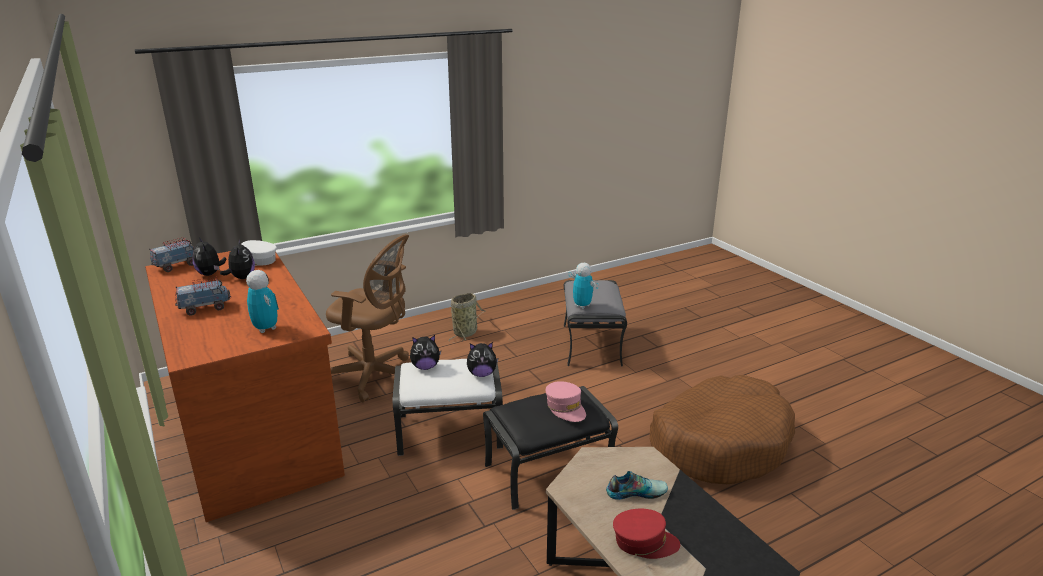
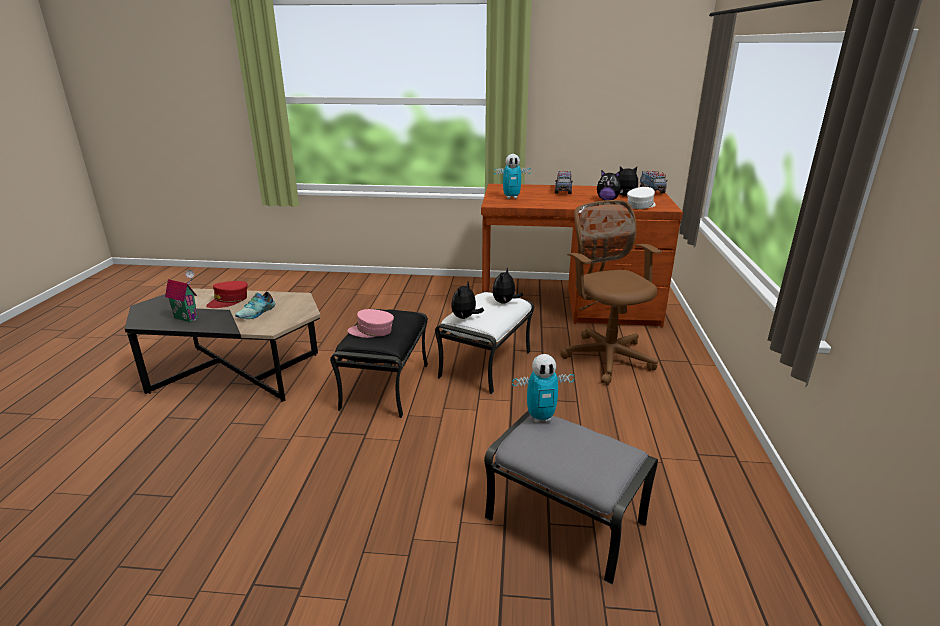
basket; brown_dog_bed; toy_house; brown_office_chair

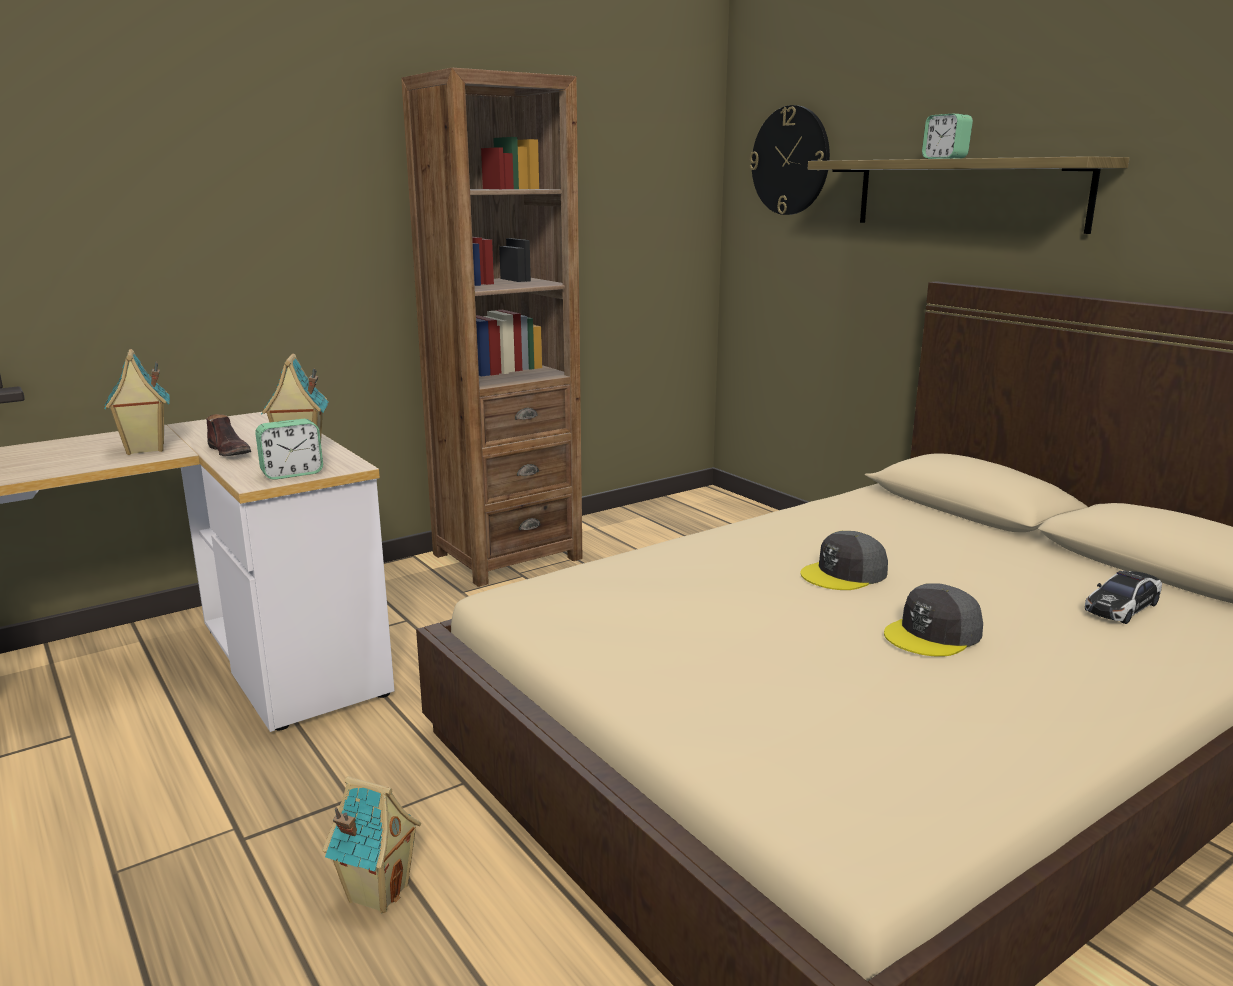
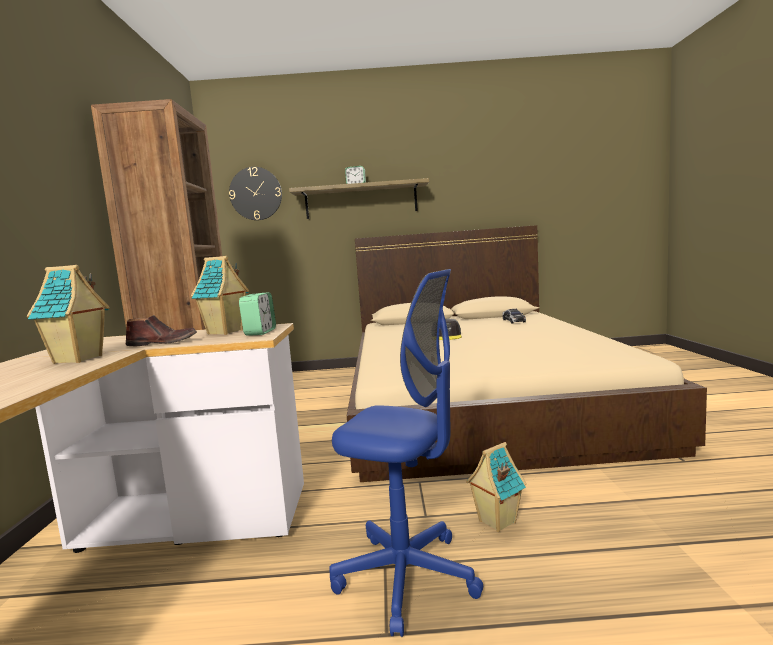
grey_cap (2nd from left in the first image); blue_office_chair

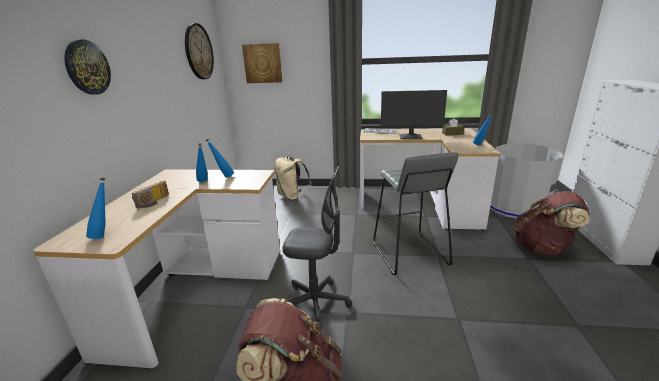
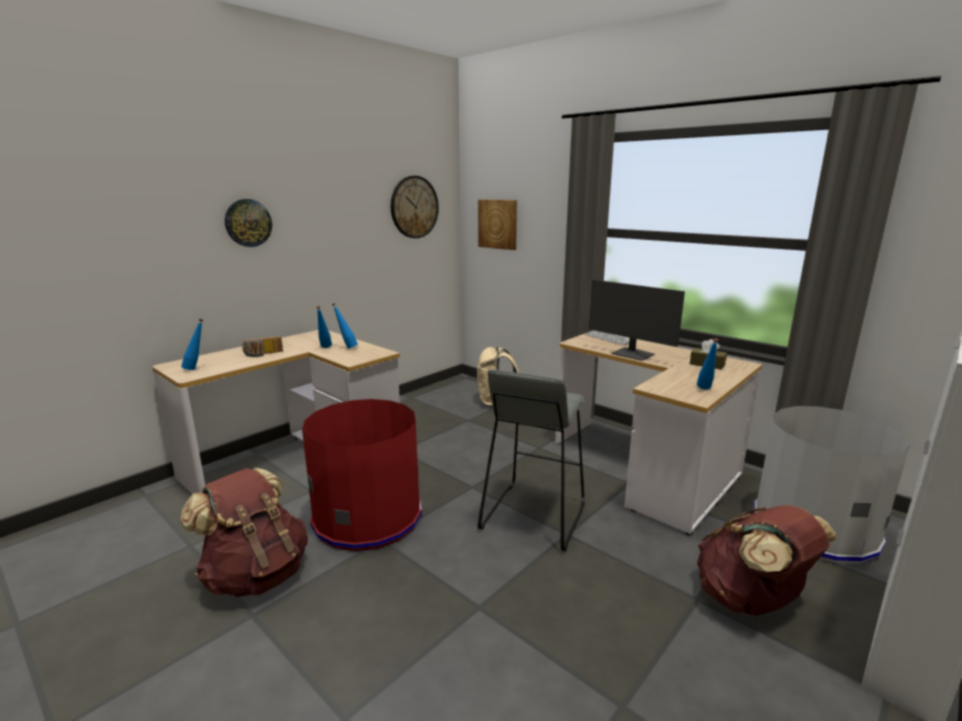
red_trash_can

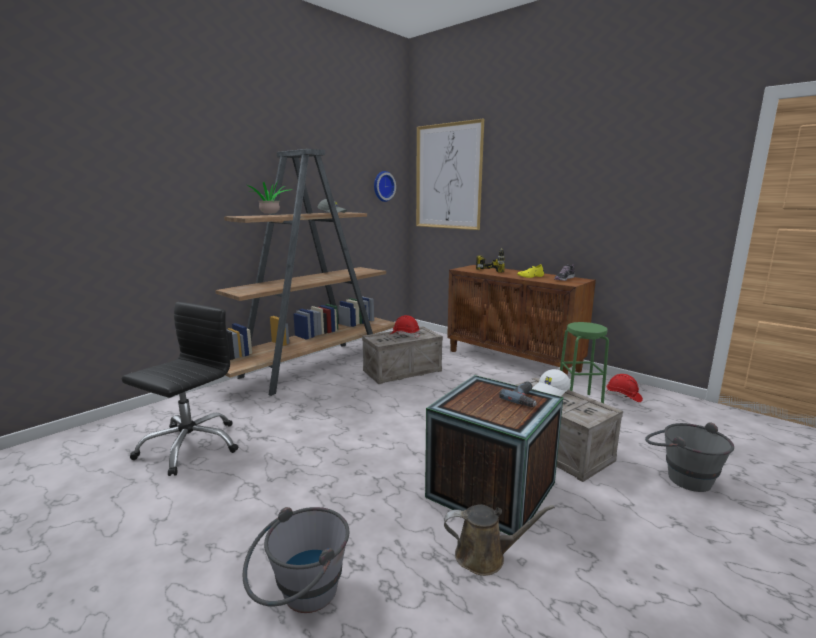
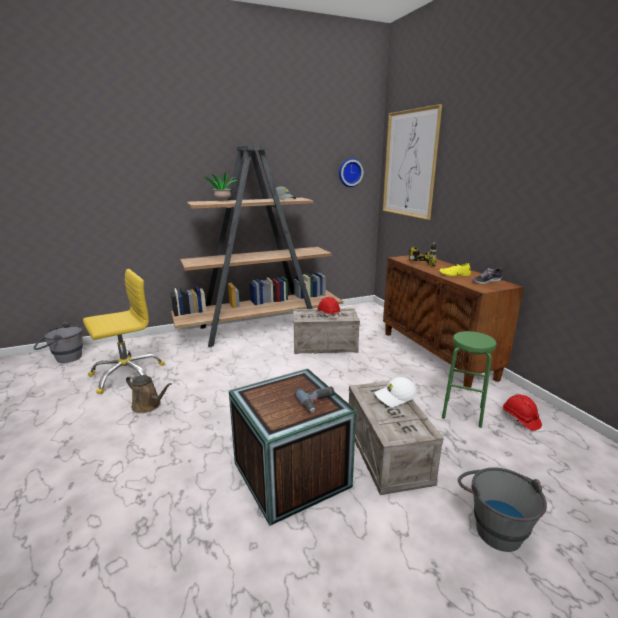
grey_bucket (1st from left); brown_watering_can; yellow_office_chair

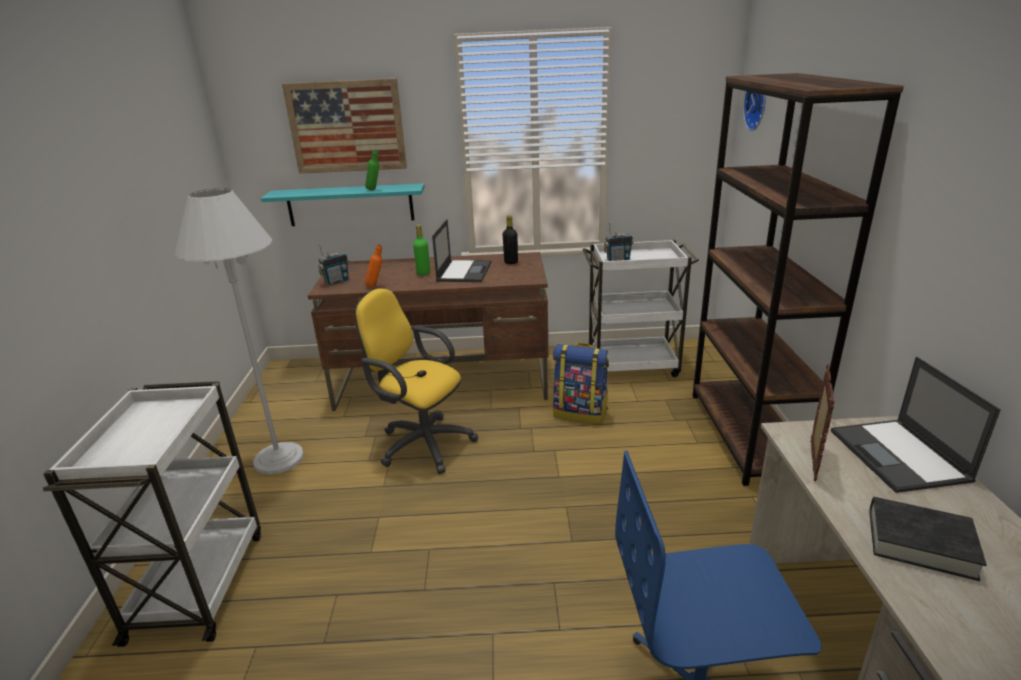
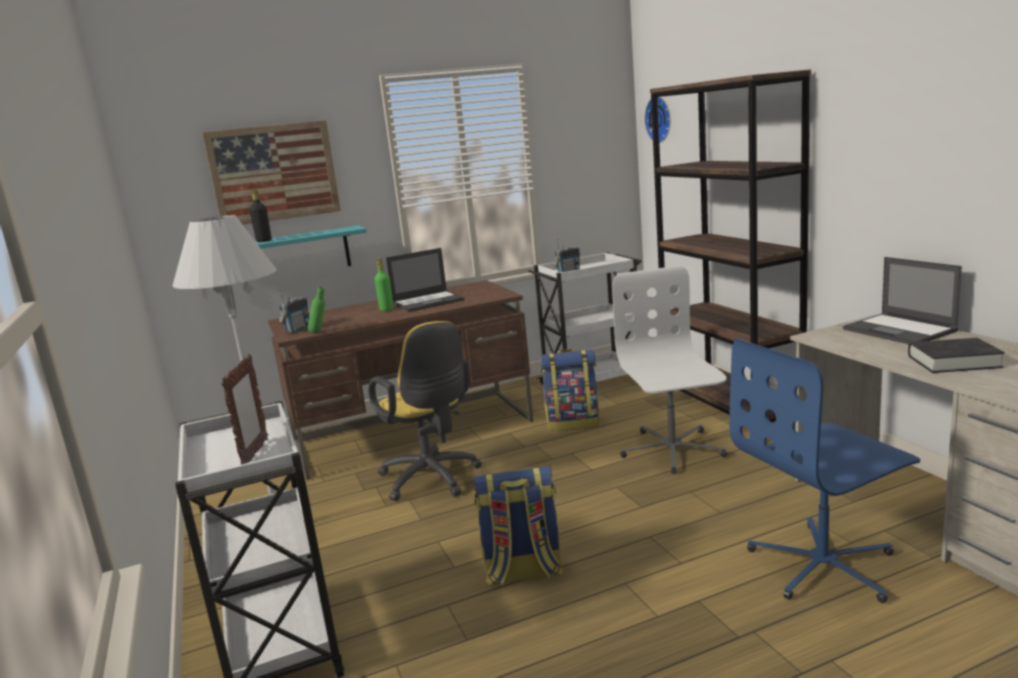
orange_bottle; backpack (1st from left); white_office_chair; green_bottle (1st from left); black_bottle; picture_frame; yellow_office_chair; laptop (1st from left)

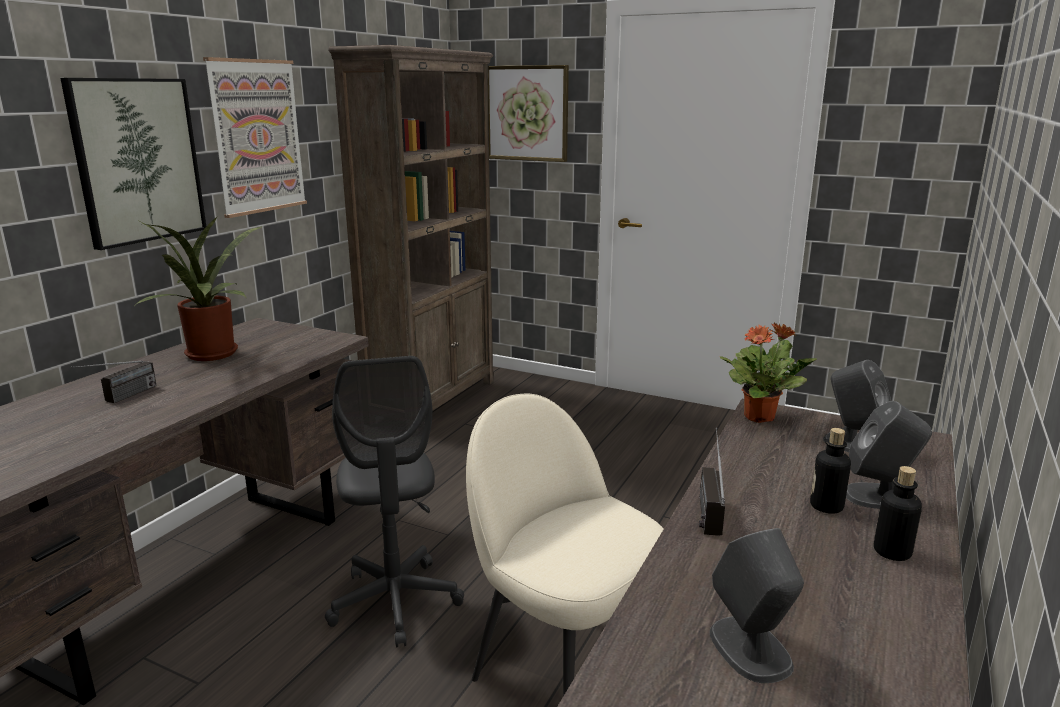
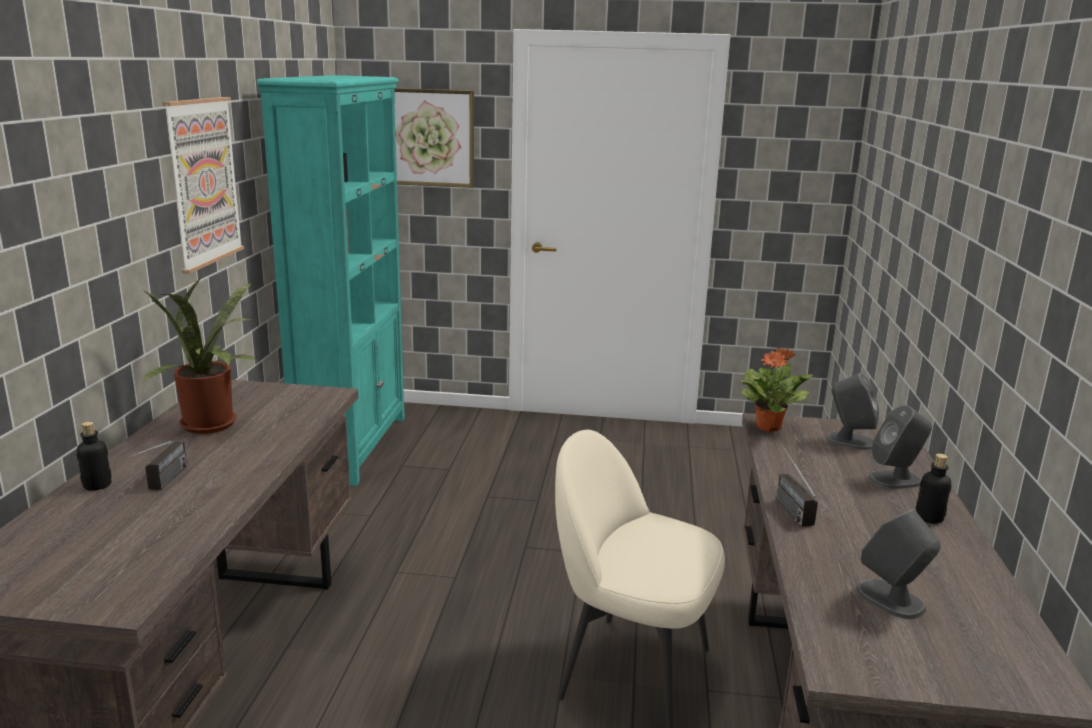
picture (1st from left in the first image); grey_office_chair; bottle (1st from left); turquoise_bookcase

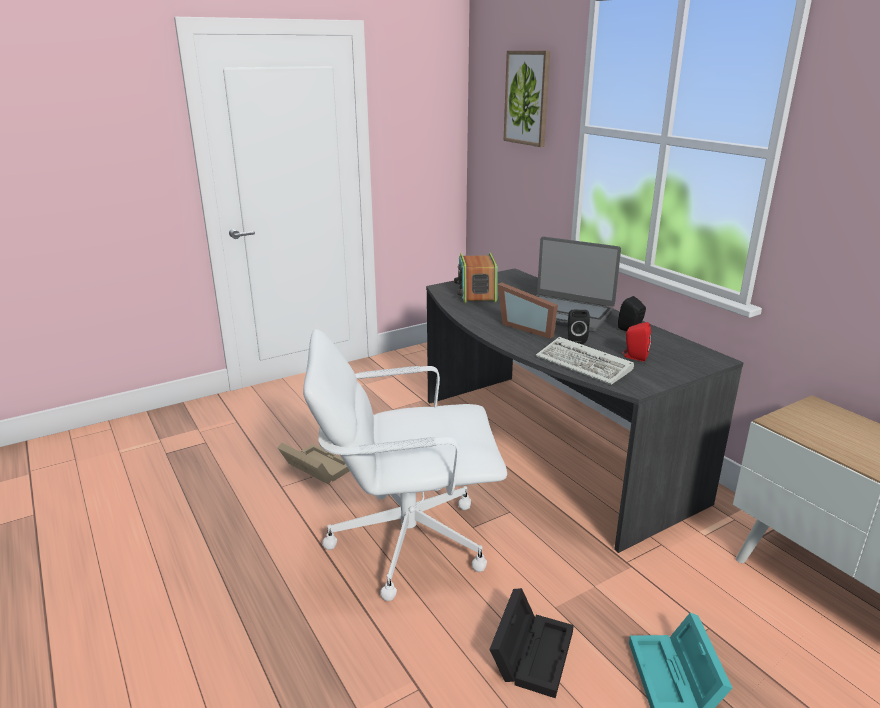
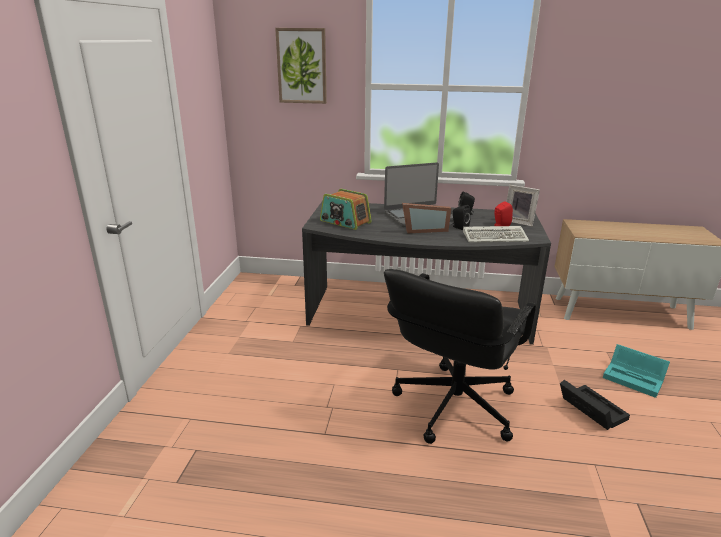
beige_storage_box; picture_frame (2nd from left); black_office_chair

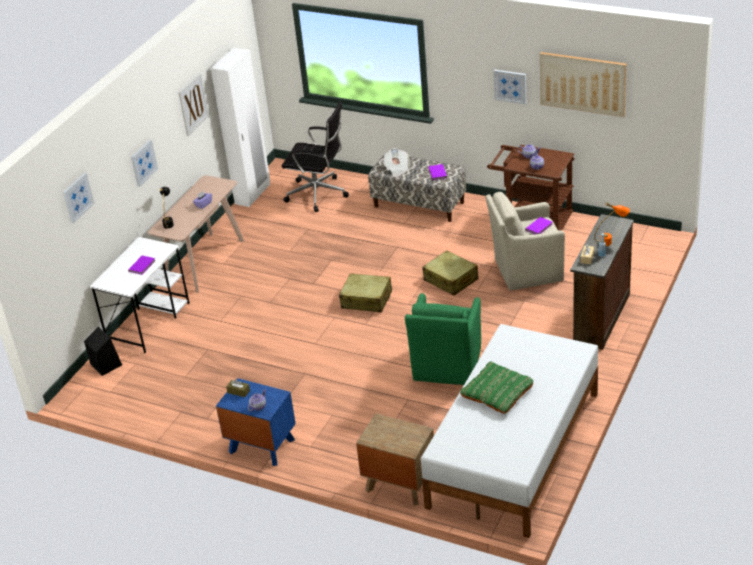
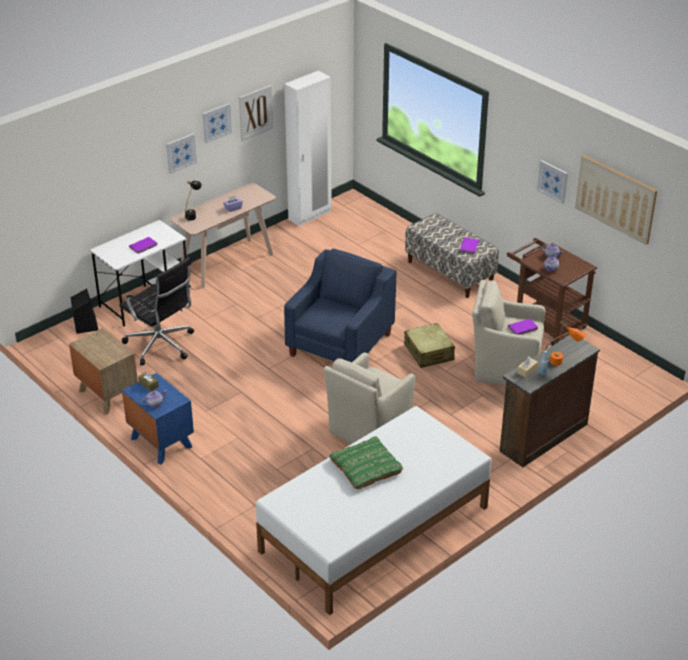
newspaper; picture (2nd from left); black_office_chair; brown_nightstand; blue_armchair; beige_armchair (1st from left)

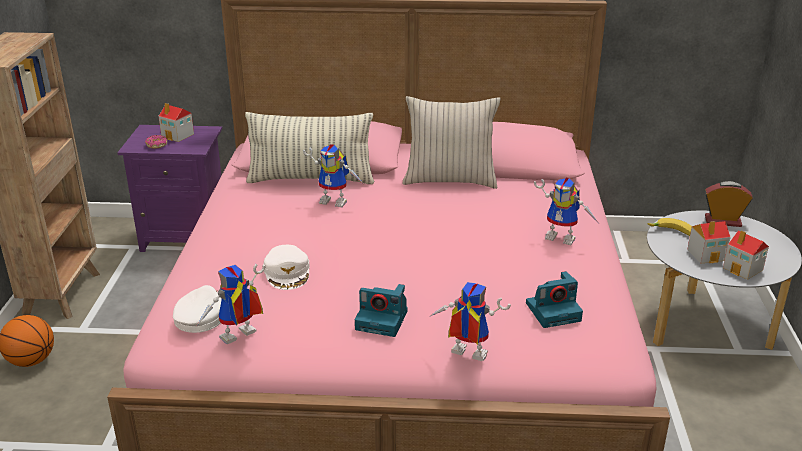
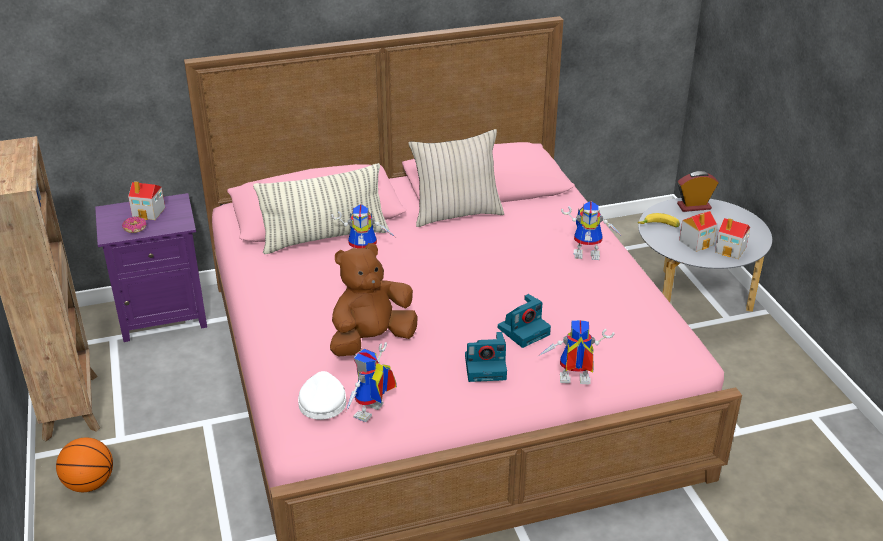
photo_camera (2nd from left); brown_plush_toy

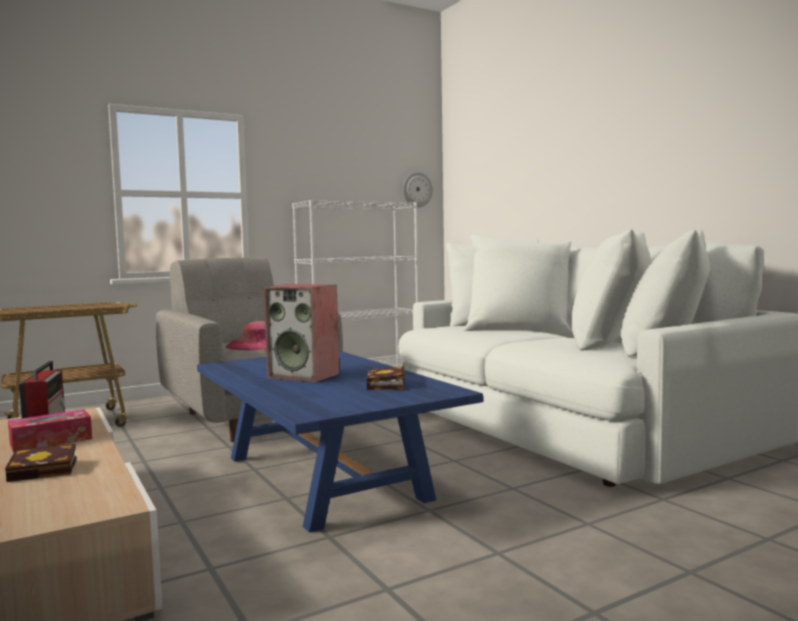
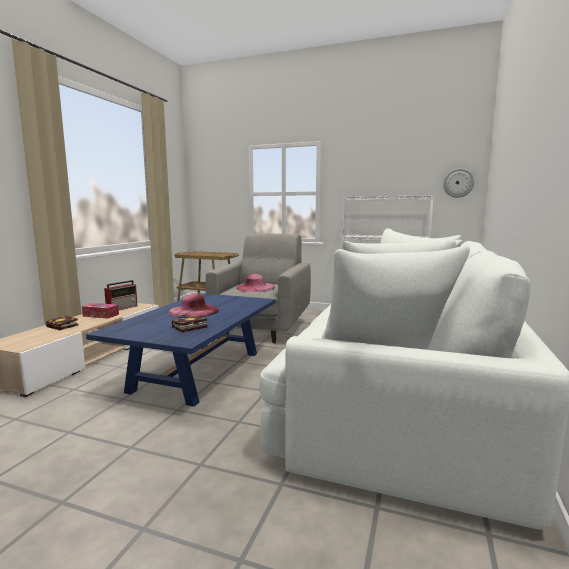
pink_hat (1st from left)

